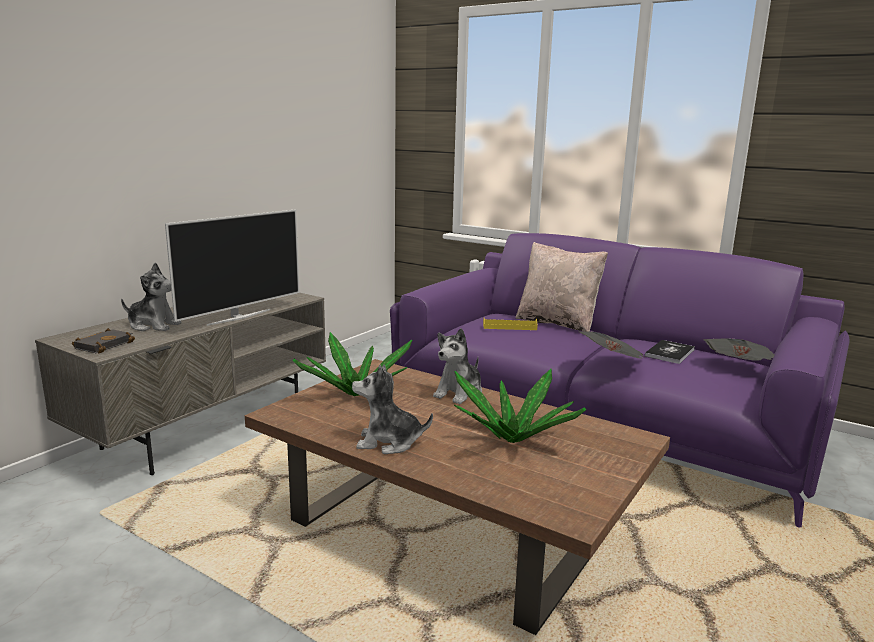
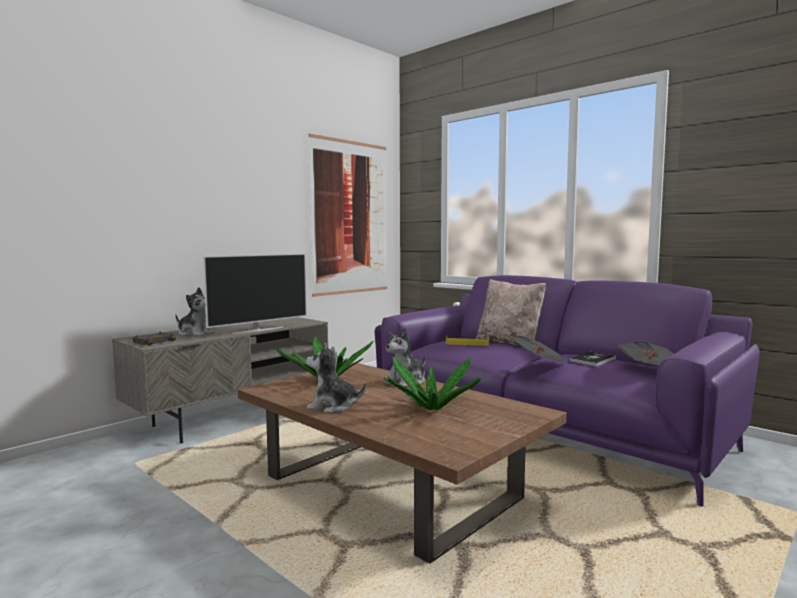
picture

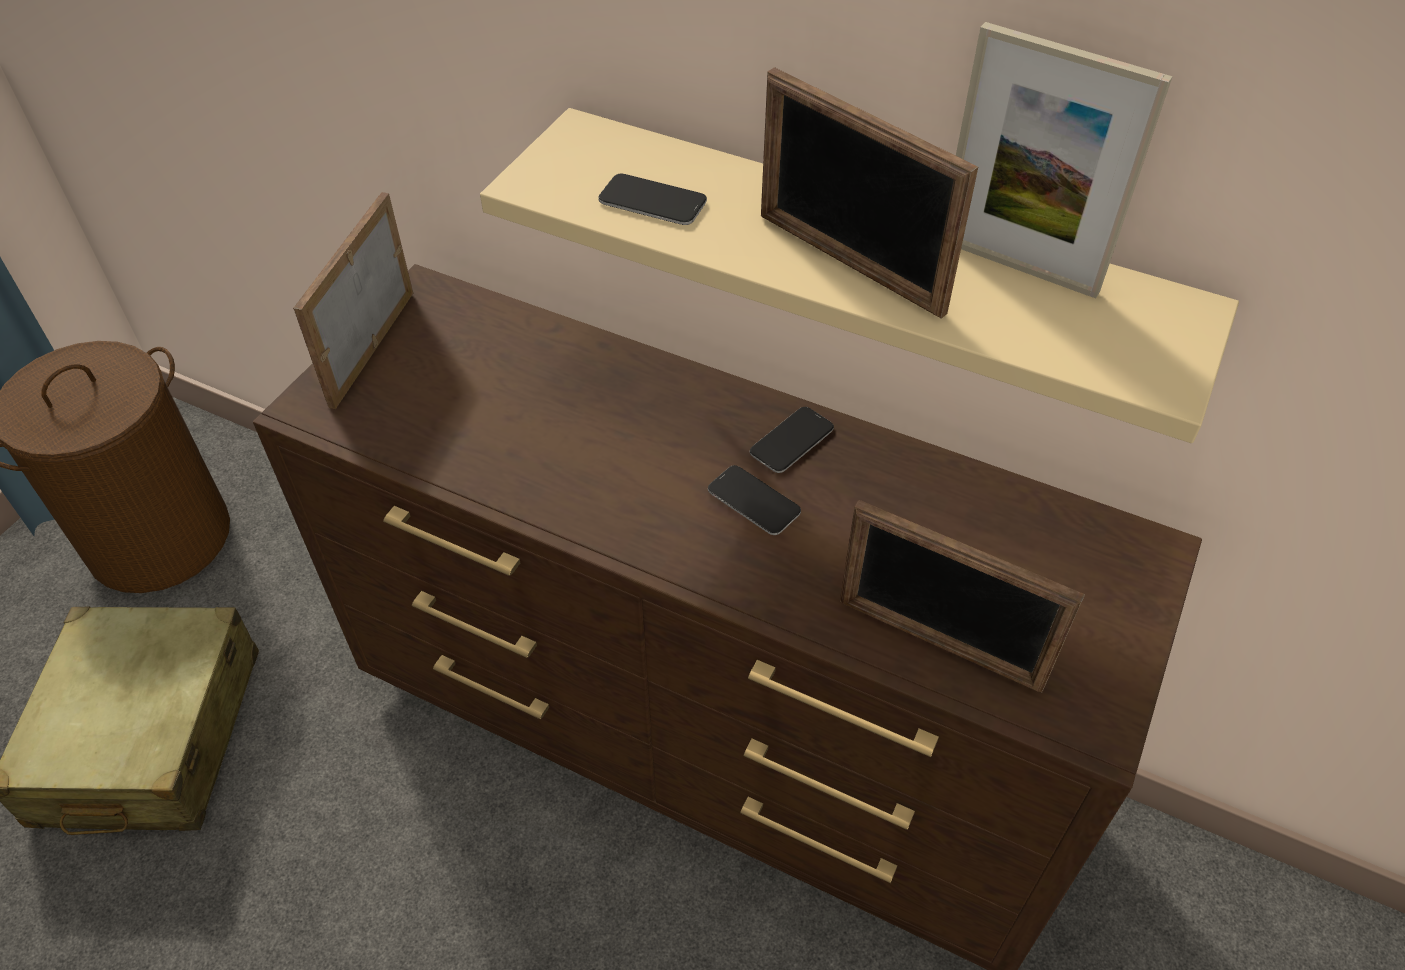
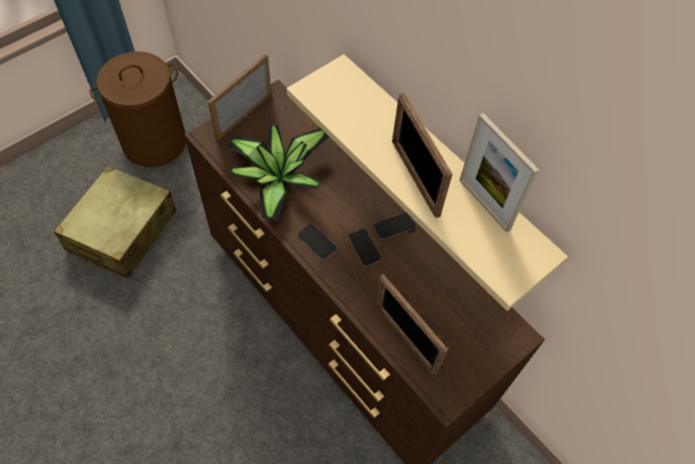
potted_plant; phone (1st from left)

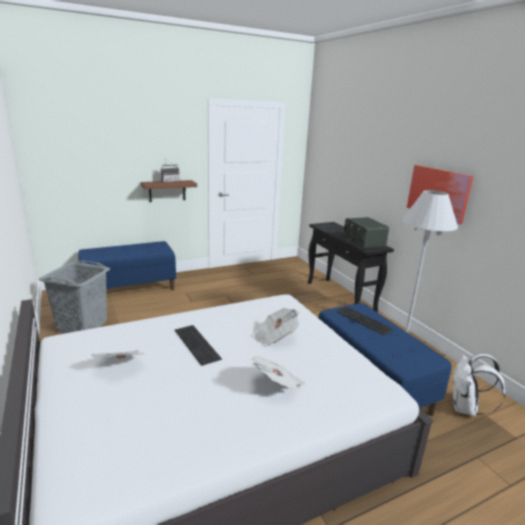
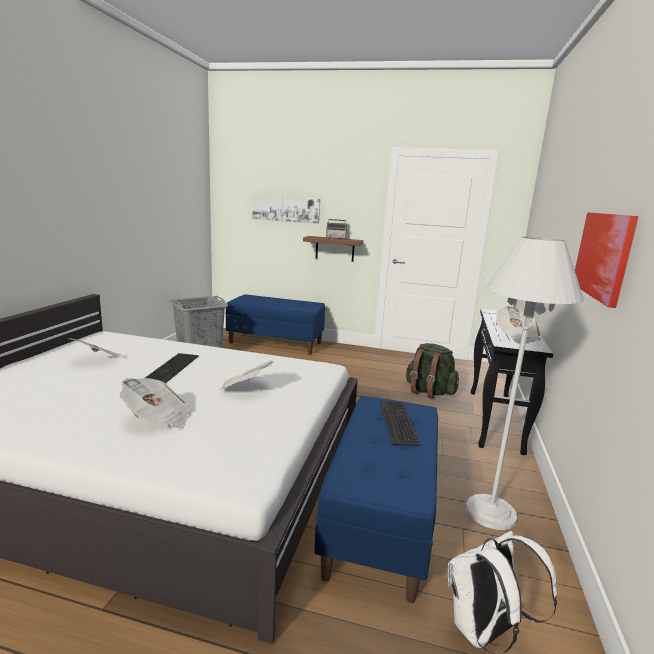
picture (1st from left); green_backpack; newspaper (4th from left)

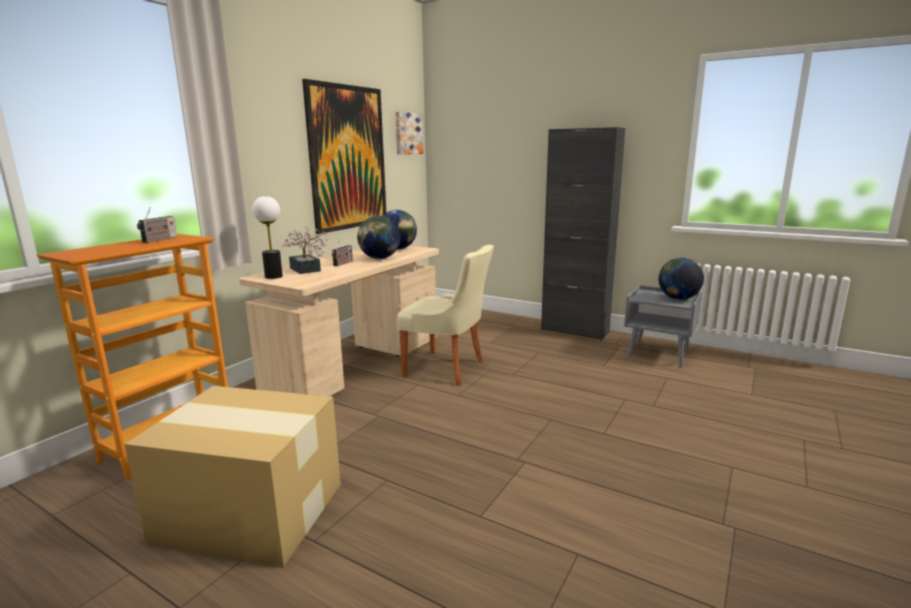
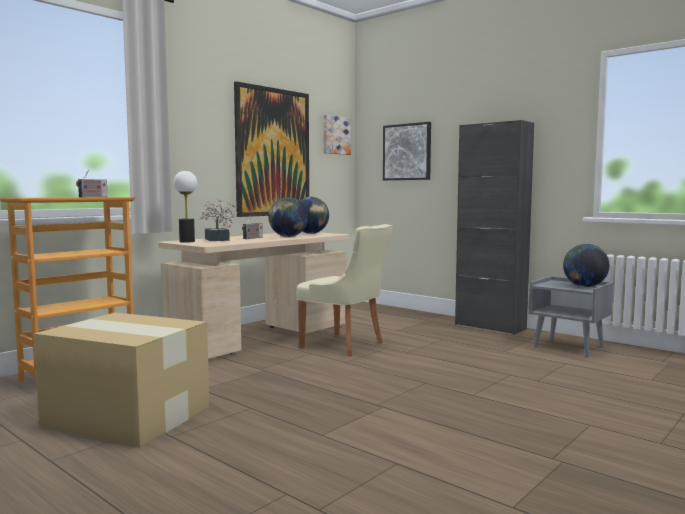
picture (3rd from left)

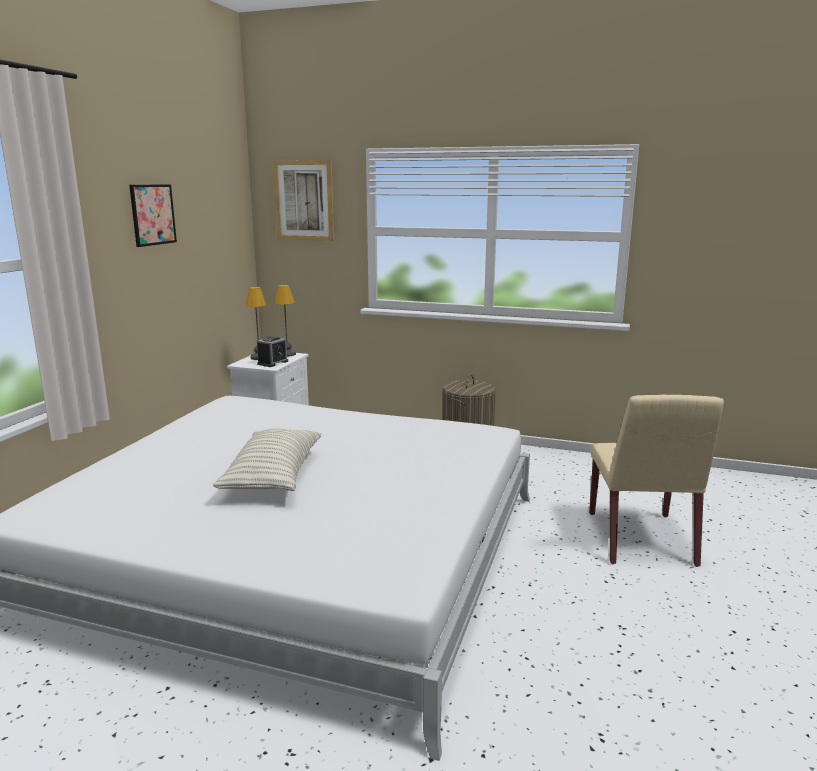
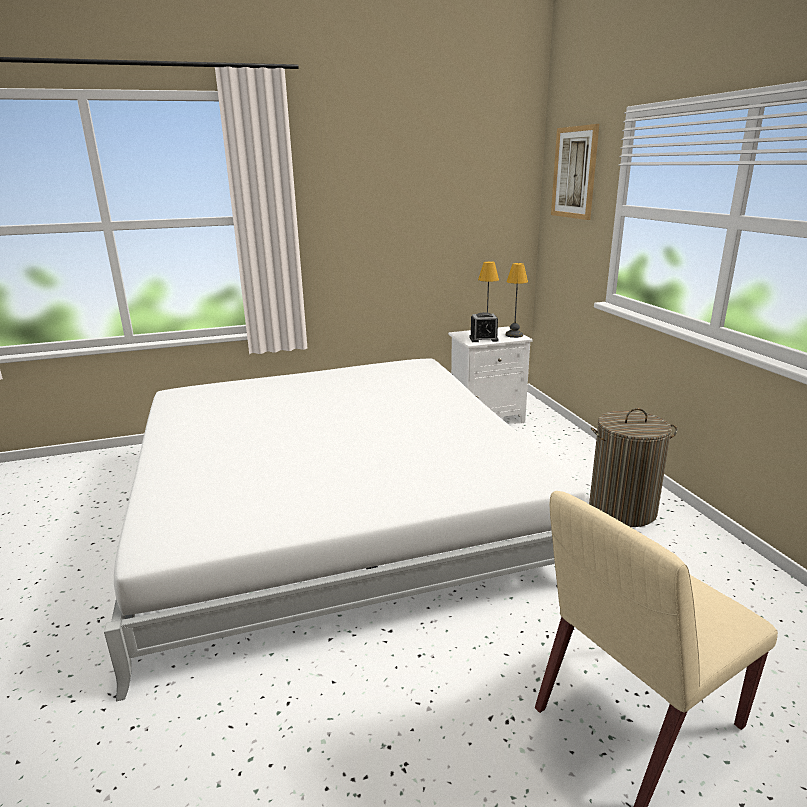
picture (1st from left in the first image); pillow

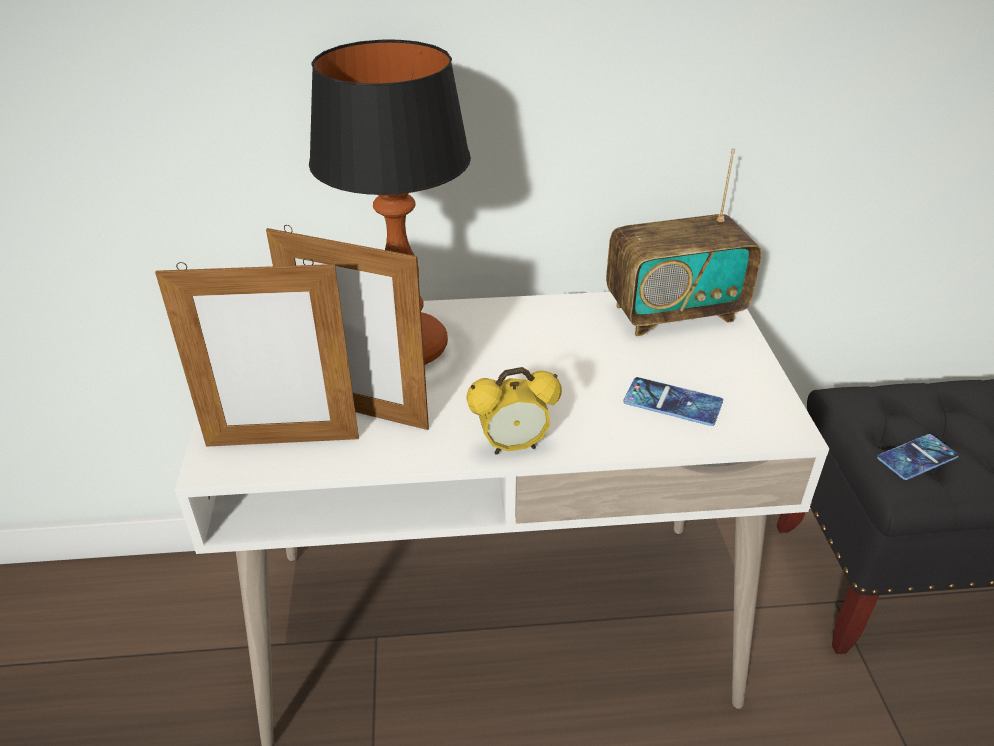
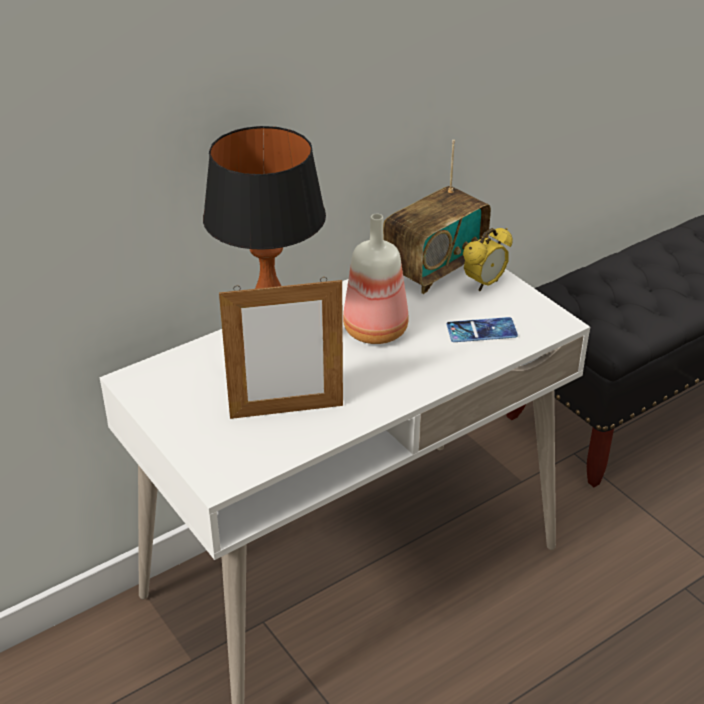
picture_frame (1st from left in the first image); phone (2nd from left in the first image); bottle; alarm_clock

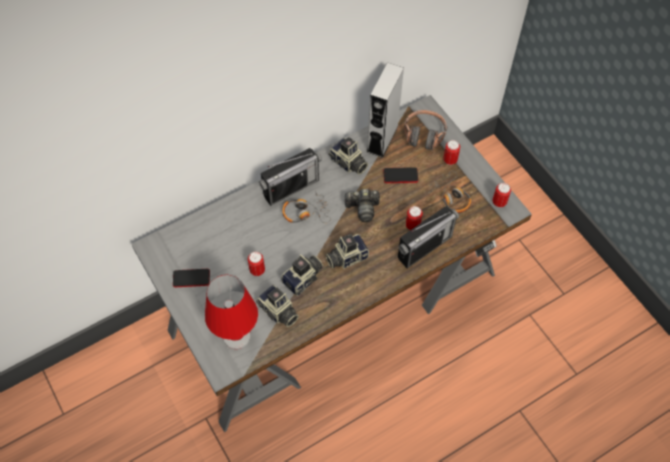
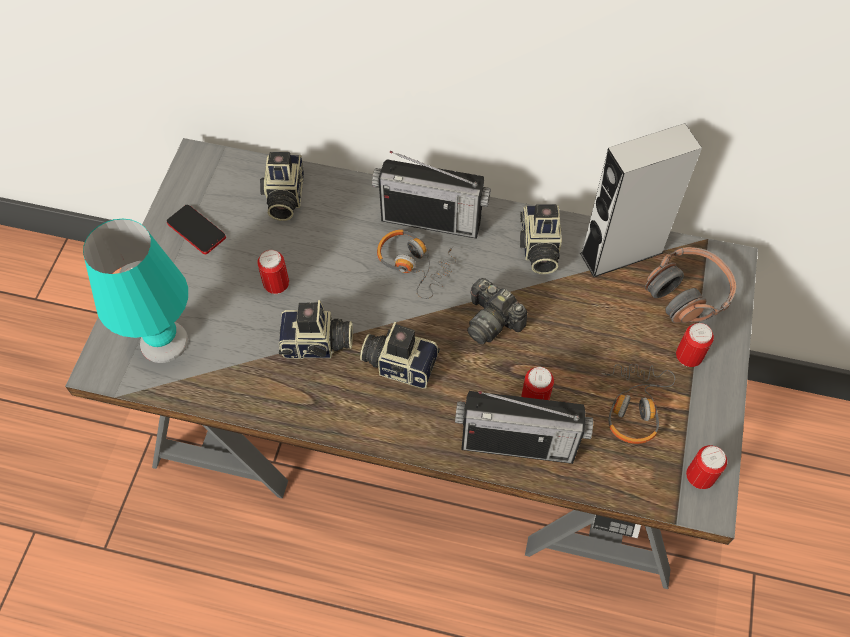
phone (2nd from left in the first image); photo_camera (1st from left); turquoise_table_lamp

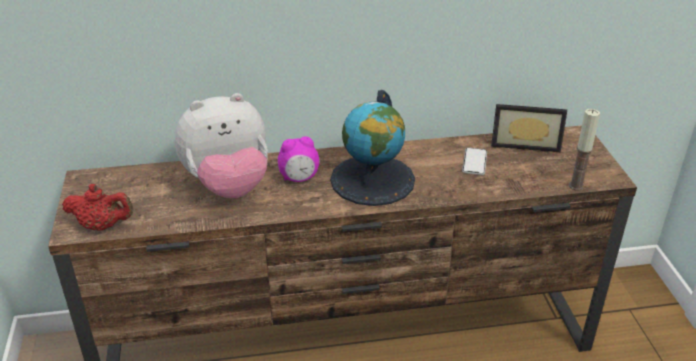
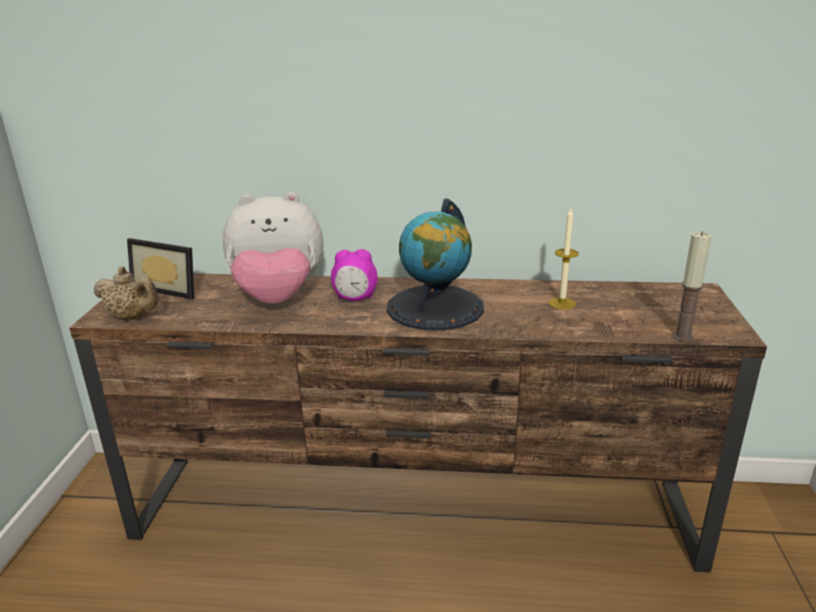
picture_frame; candle (1st from left); beige_teapot

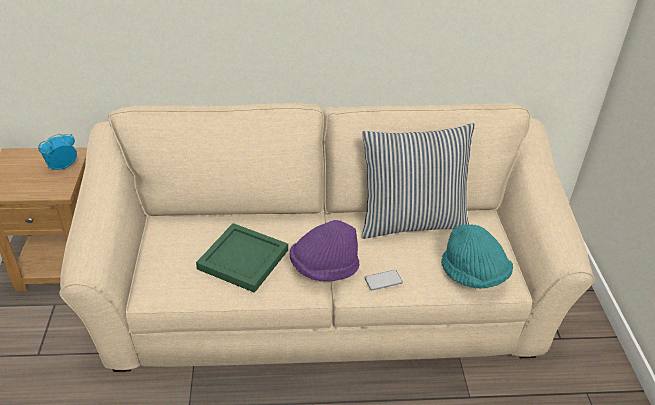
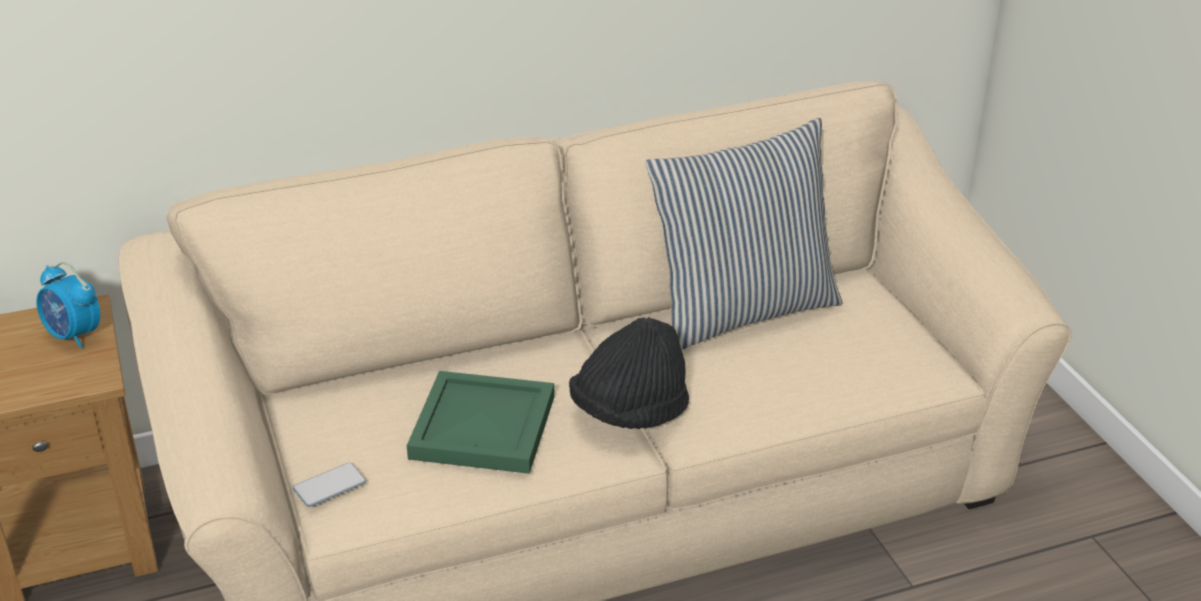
turquoise_hat; phone; black_hat; alarm_clock

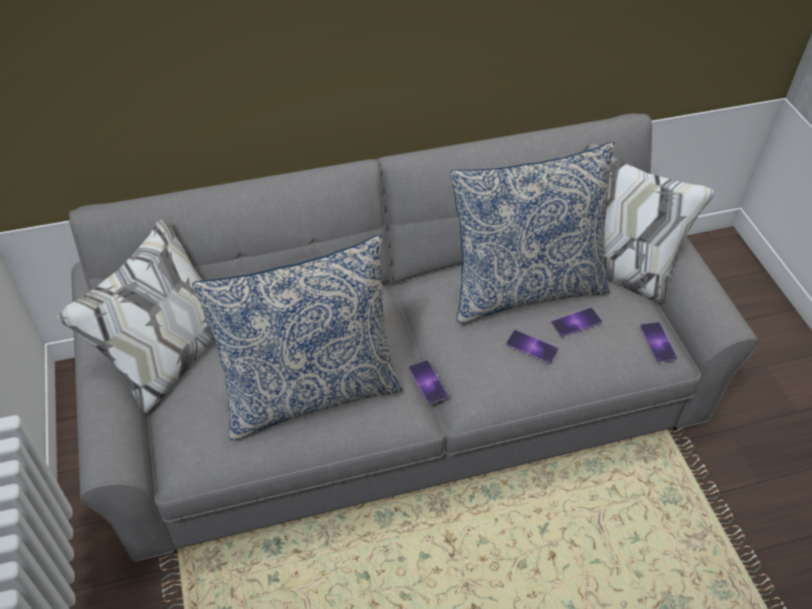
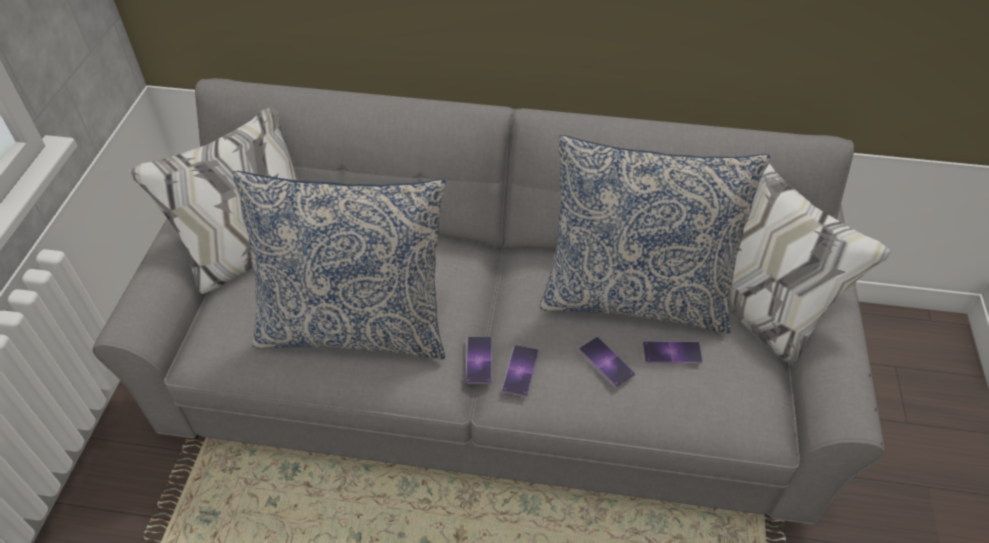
phone (2nd from left)

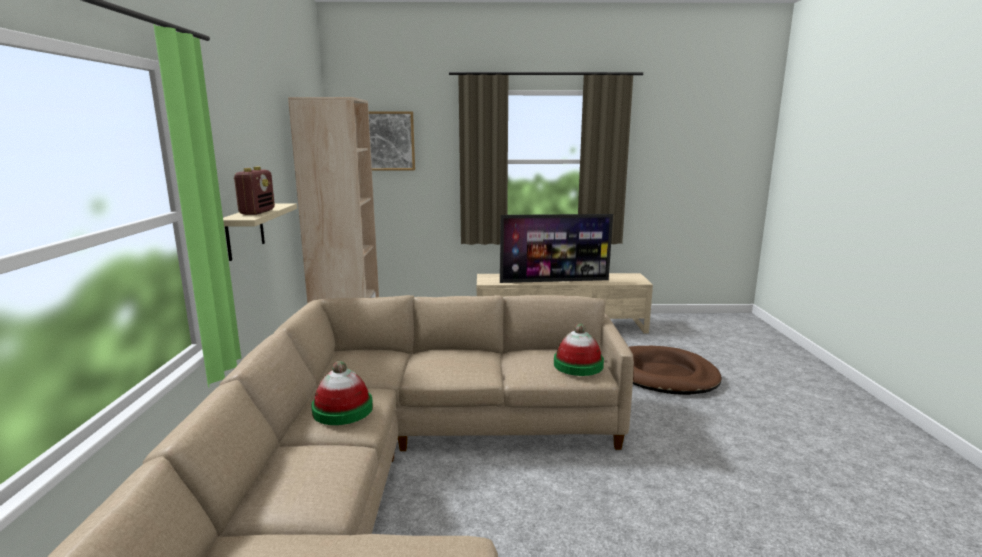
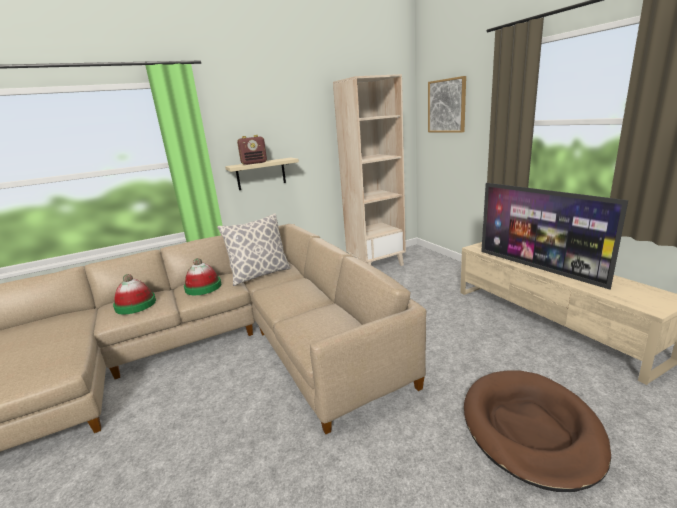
pillow; hat (1st from left)

